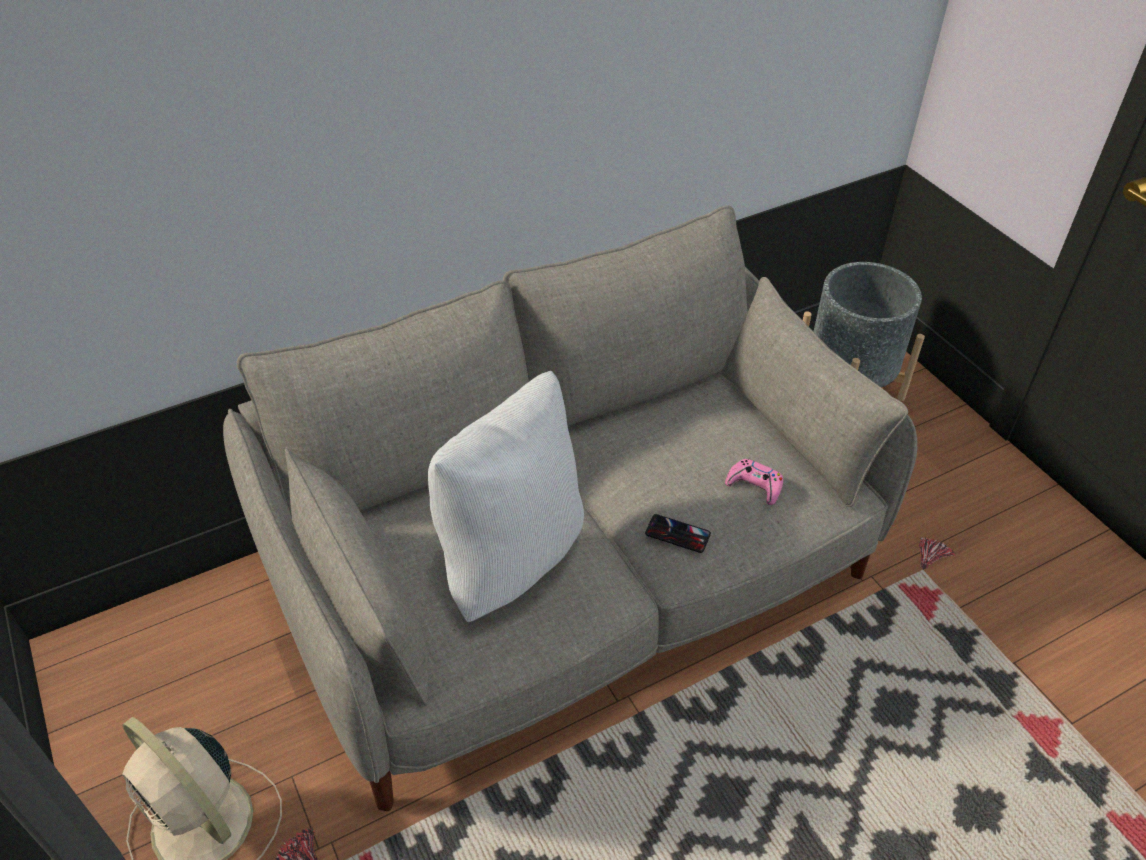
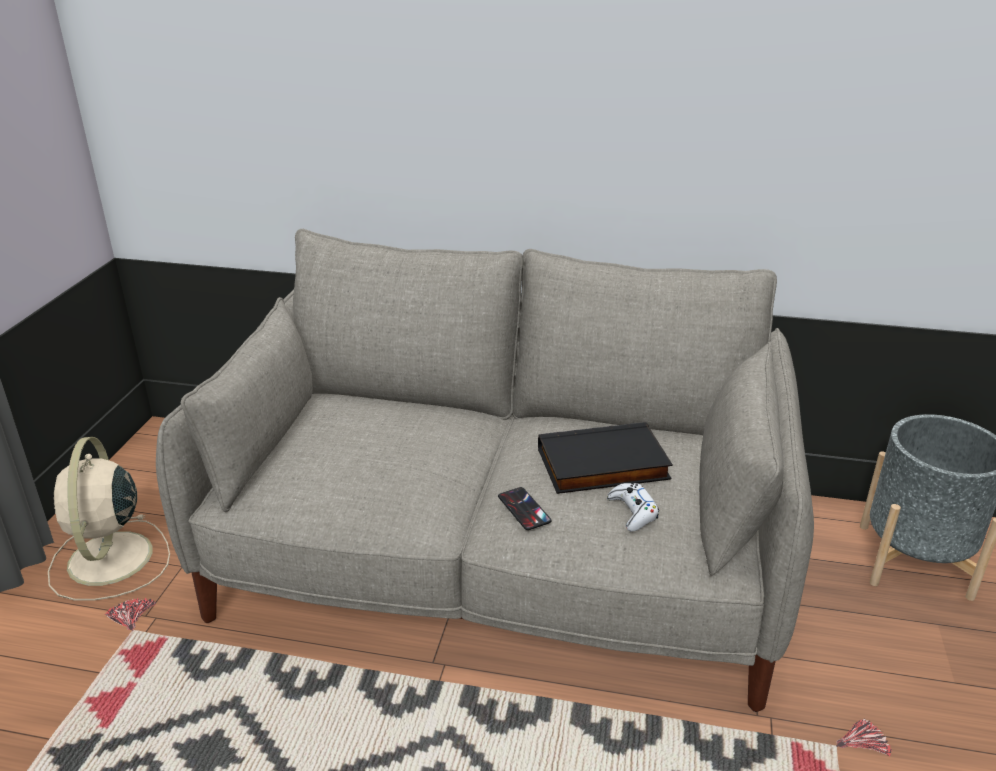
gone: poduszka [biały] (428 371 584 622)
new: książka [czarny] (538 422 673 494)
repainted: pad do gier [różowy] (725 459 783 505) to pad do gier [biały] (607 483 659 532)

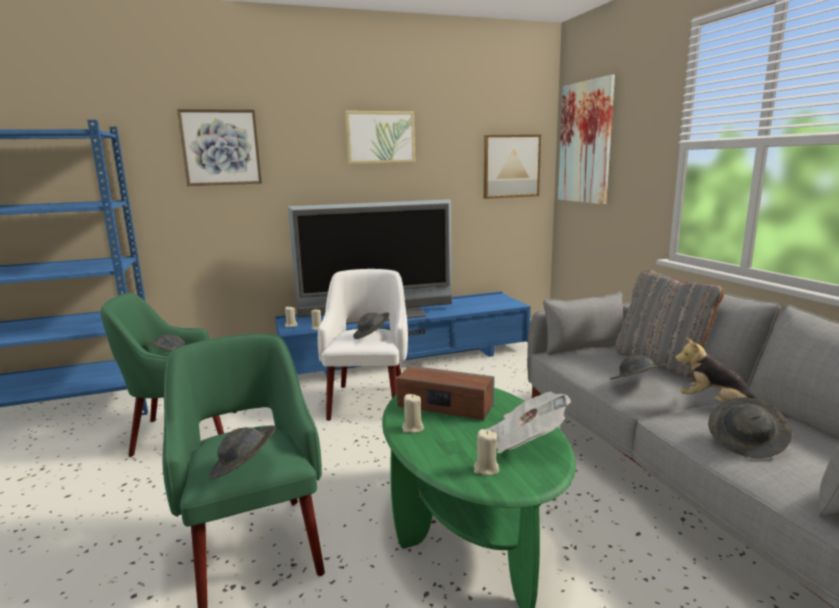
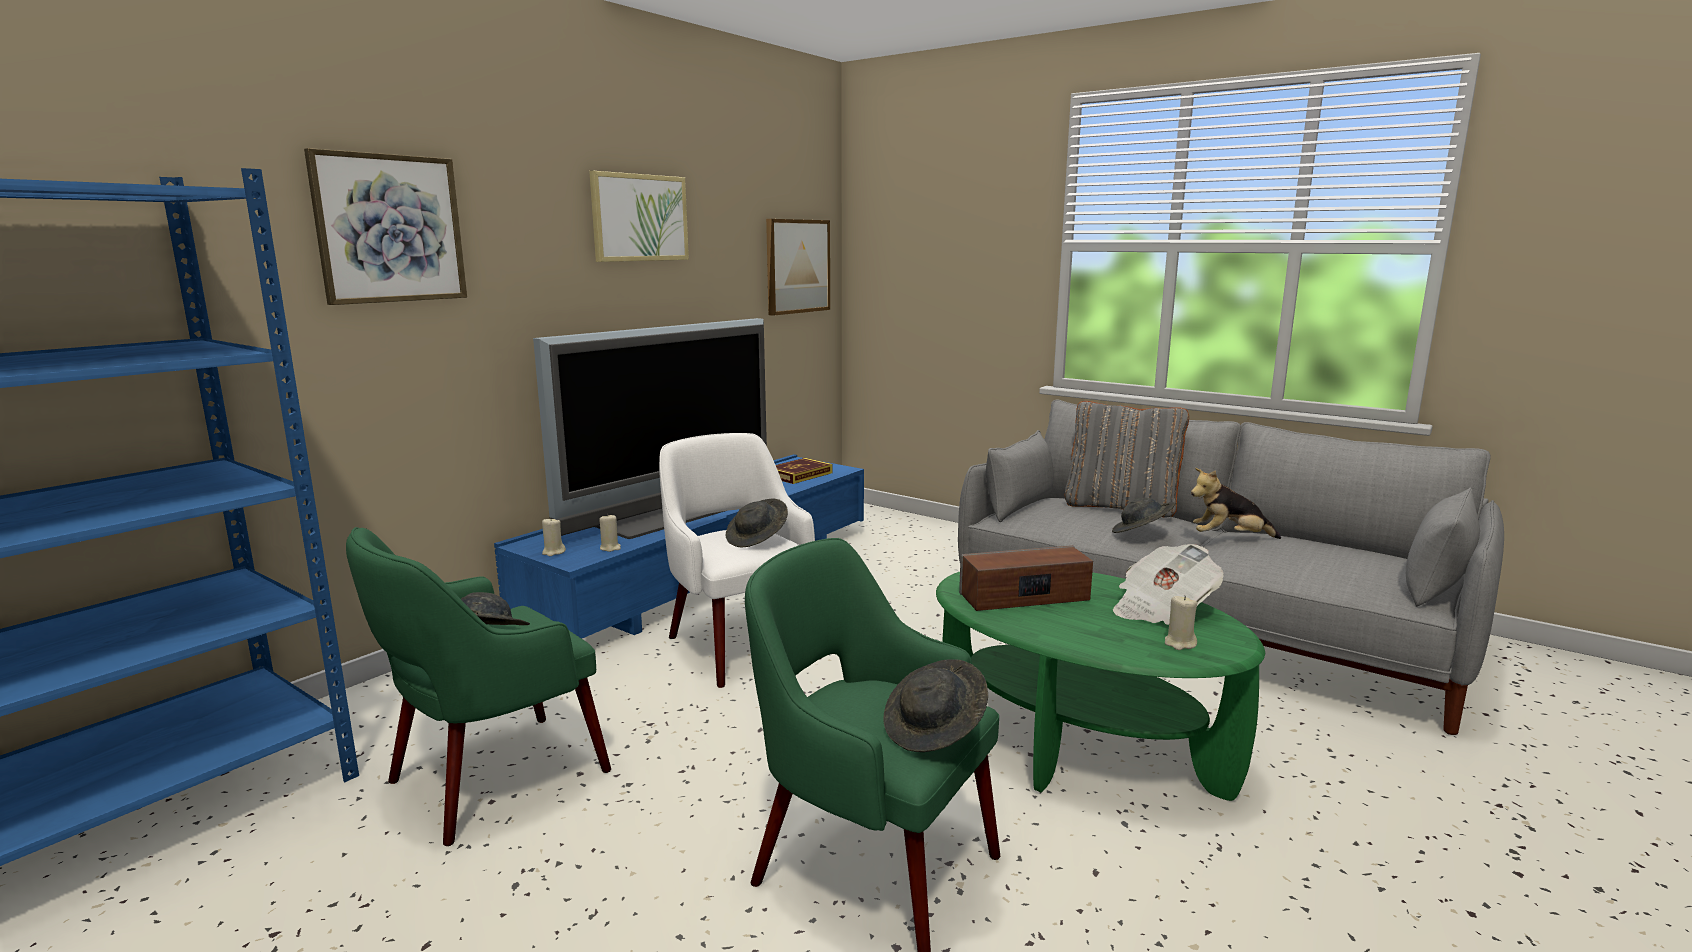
gone: obraz (558 75 615 204); świeca [beżowy] (402 394 424 433); kapelusz [szary] (708 397 793 458)
new: książka (776 458 833 484)

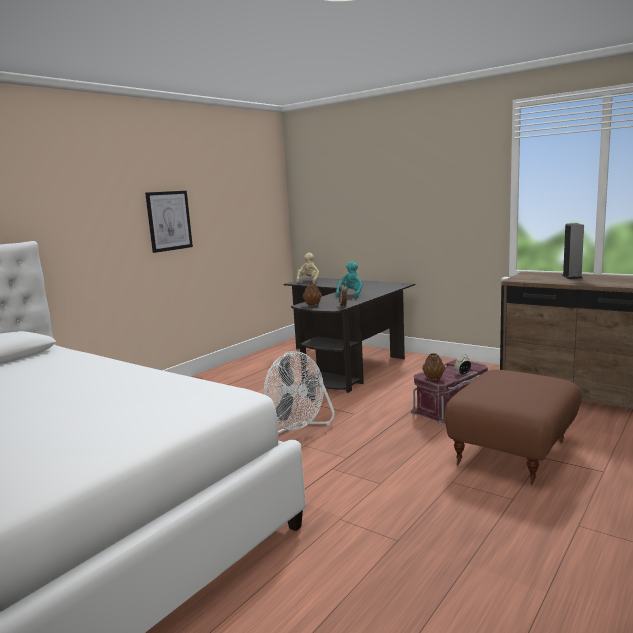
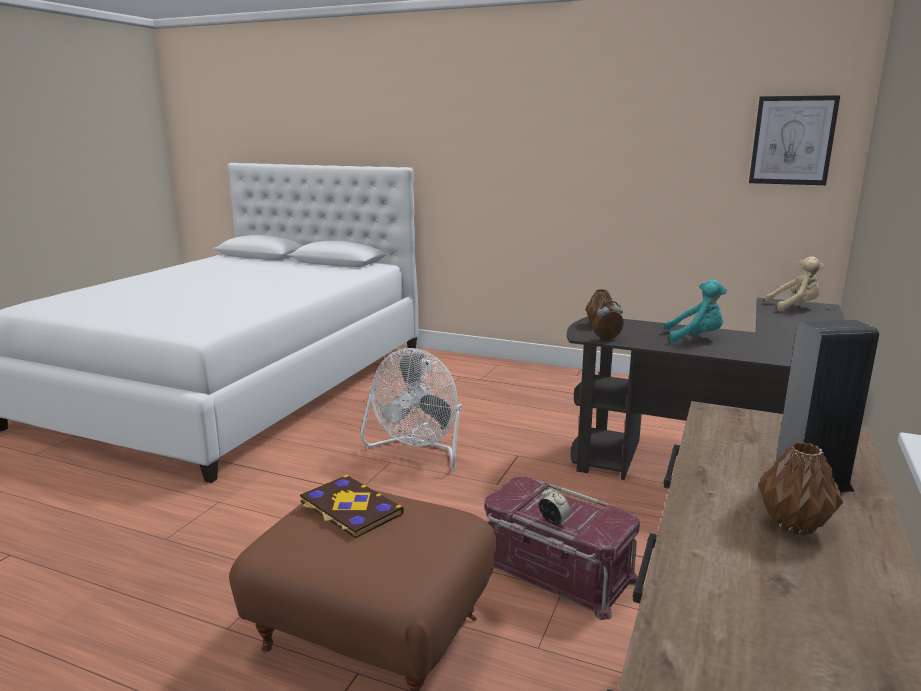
new: książka (300 474 404 538)
shifted: obraz (145 191 193 253) to (749 95 840 185); wazon [brązowy] (422 353 445 381) to (758 442 843 536)

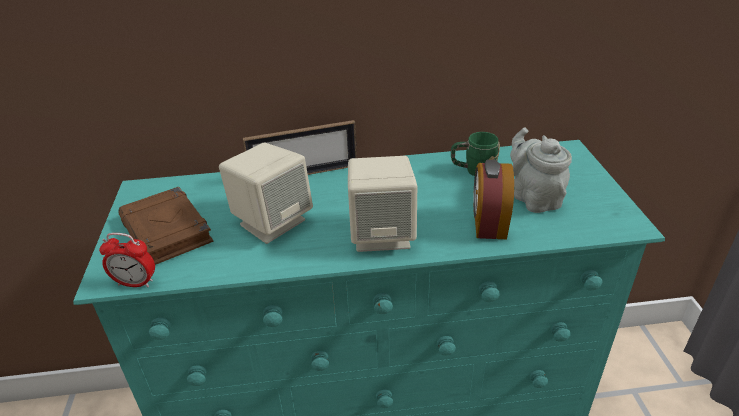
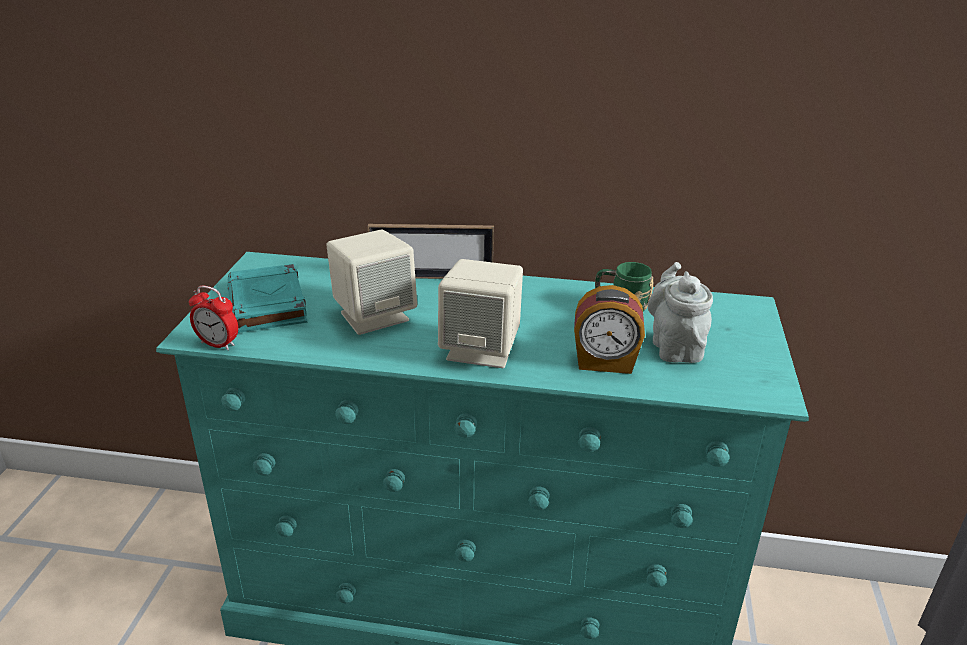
repainted: książka [brązowy] (118 187 214 265) to książka [turkusowy] (227 264 307 333)
rotated: budzik (473 160 514 239) = (574 285 645 374) 105 degrees counterclockwise

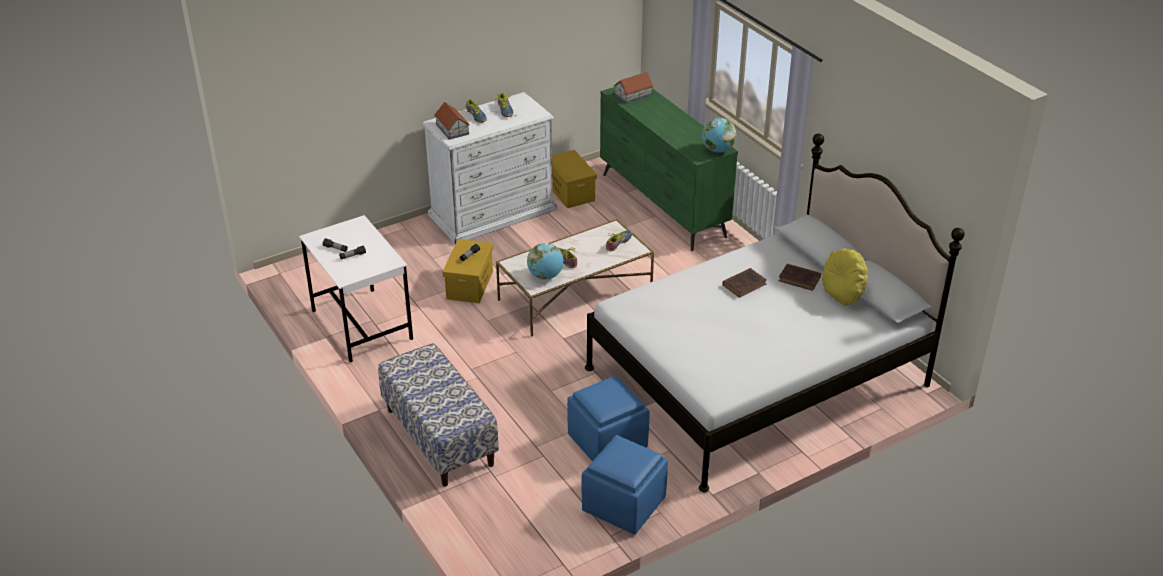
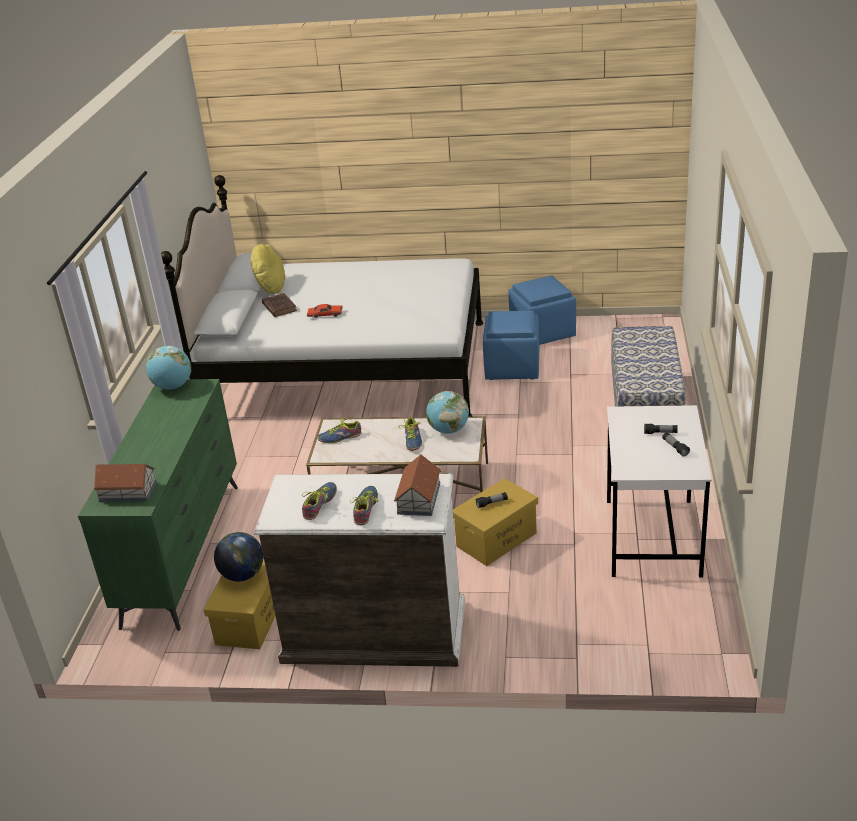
new: globus (214 532 263 581)
swapped: książka [brązowy] (722 268 767 298) to samochodzik [czerwony] (307 304 343 318)

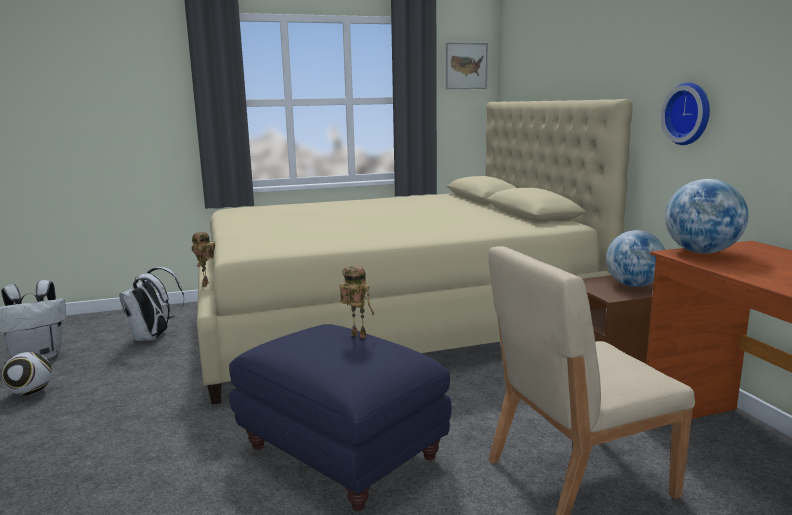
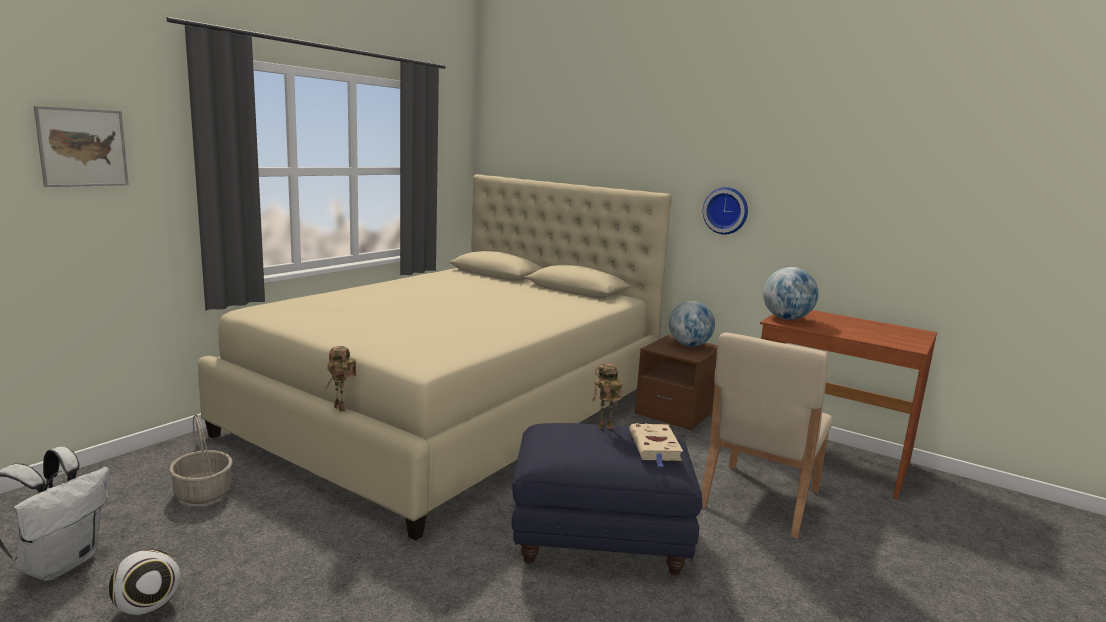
new: książka [beżowy] (629 423 683 467)
shifted: obraz (446 42 488 89) to (34 106 129 187)
swapped: plecak [biały] (119 267 185 341) to koszyk (169 413 232 504)

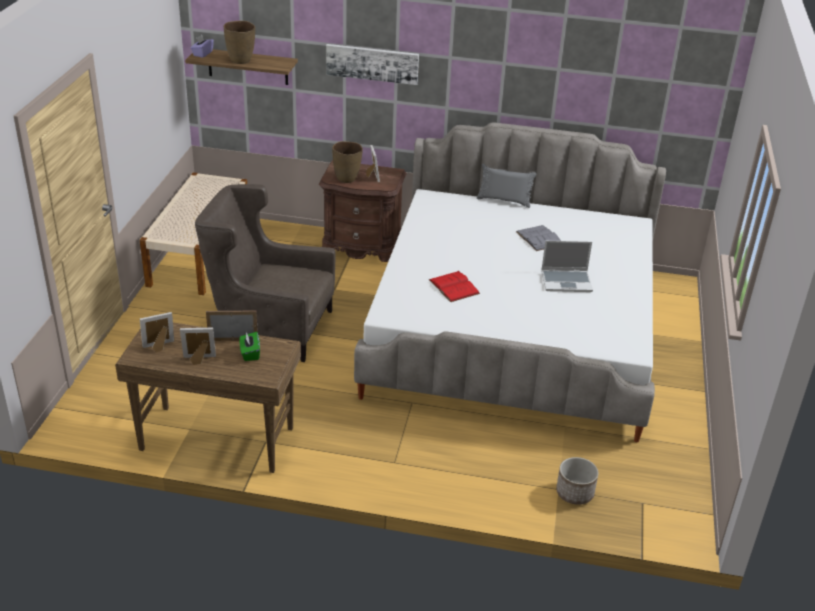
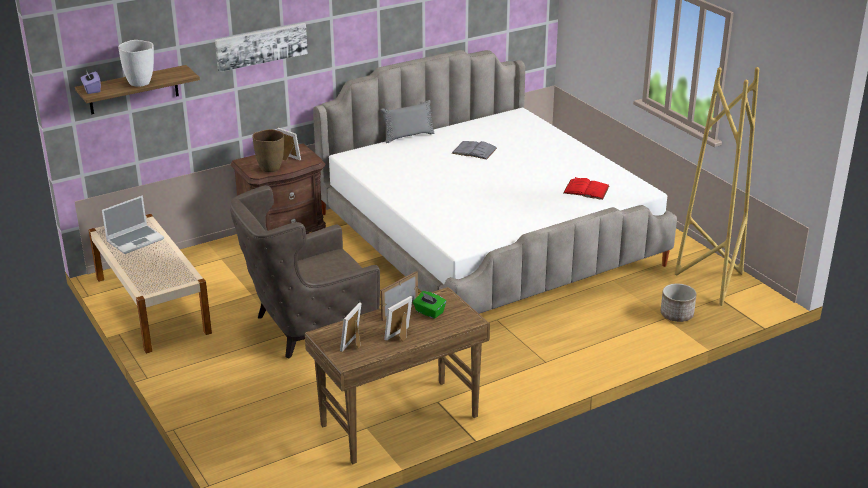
new: wieszak [żółty] (675 67 759 306)
shifted: laptop (541 241 593 292) to (102 195 164 254); książka [czerwony] (429 271 480 302) to (563 177 609 200)
repainted: wazon [brązowy] (224 21 255 64) to wazon [biały] (118 40 154 87)

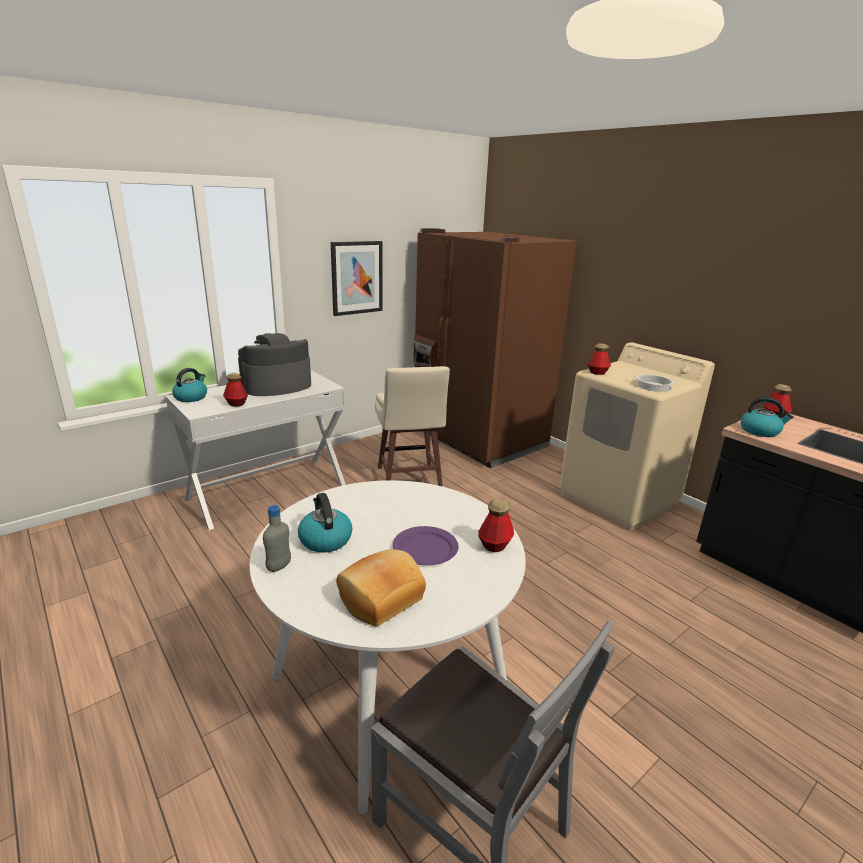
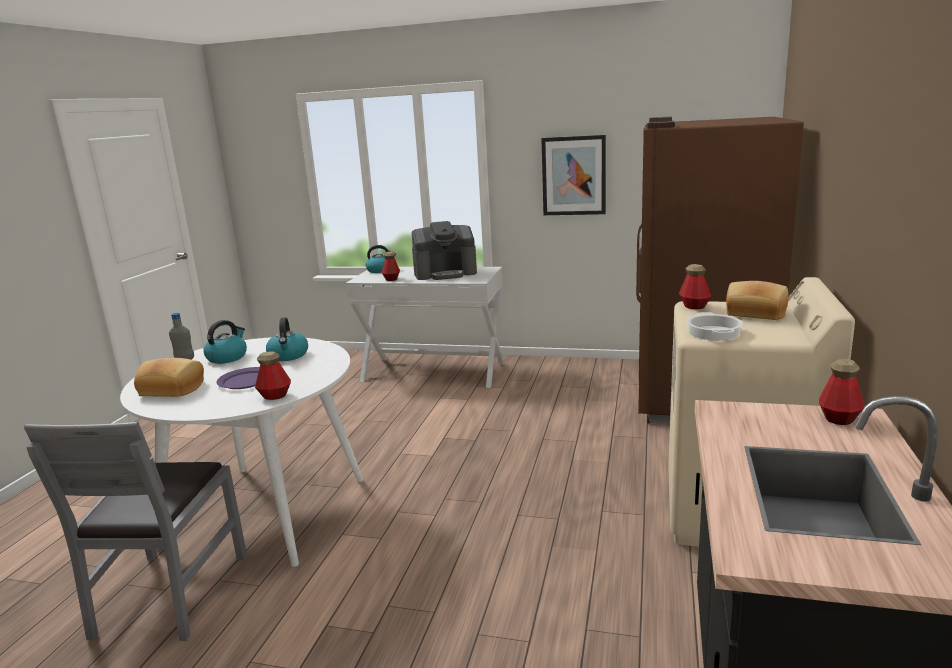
gone: stołek [beżowy] (375 366 450 487)
new: chleb (726 281 788 320)
shifted: czajnik (741 397 794 437) to (266 317 308 361)
rotated: ekspres do kawy (238 333 311 396) = (412 221 477 280) 150 degrees clockwise

